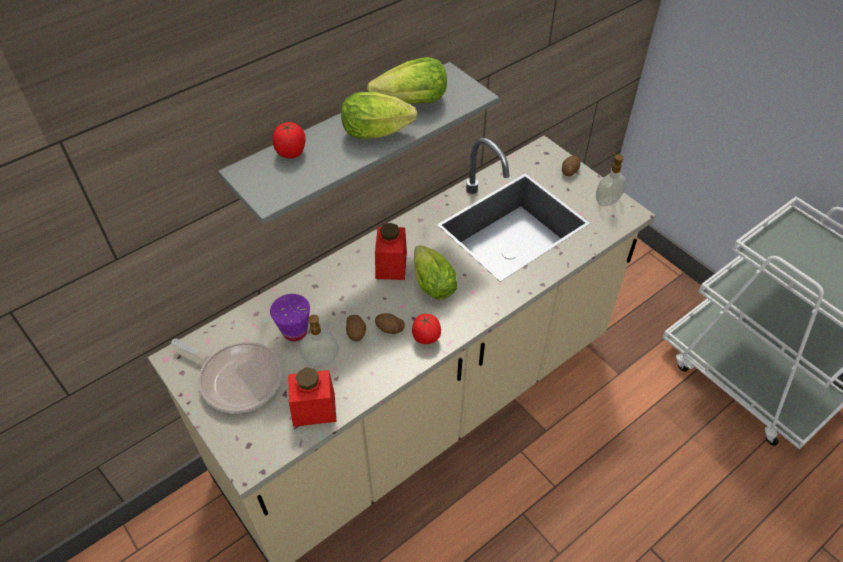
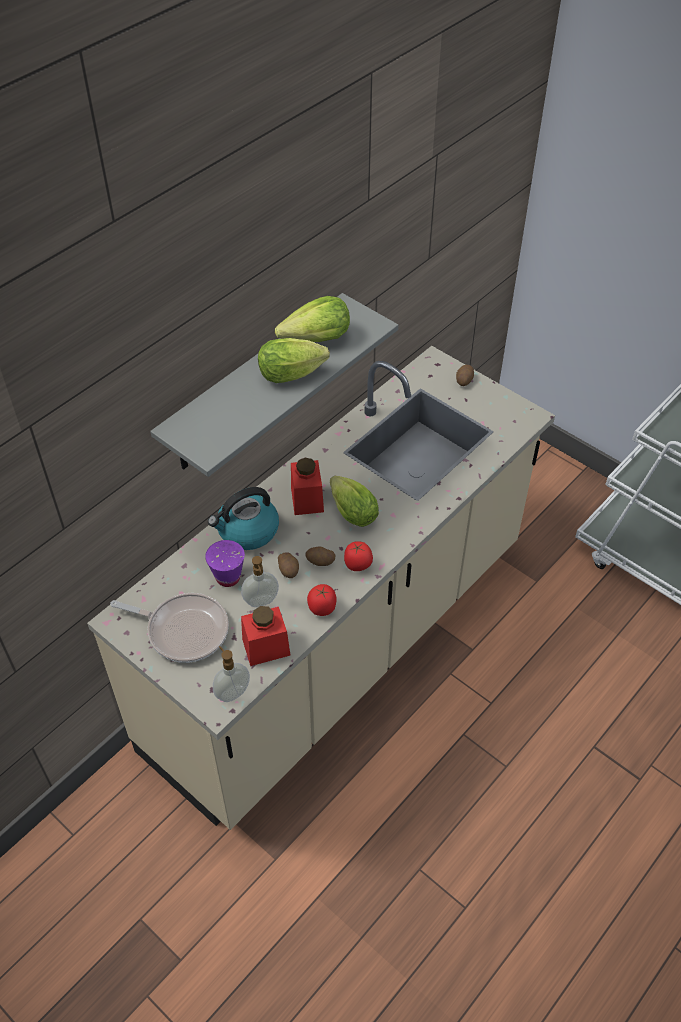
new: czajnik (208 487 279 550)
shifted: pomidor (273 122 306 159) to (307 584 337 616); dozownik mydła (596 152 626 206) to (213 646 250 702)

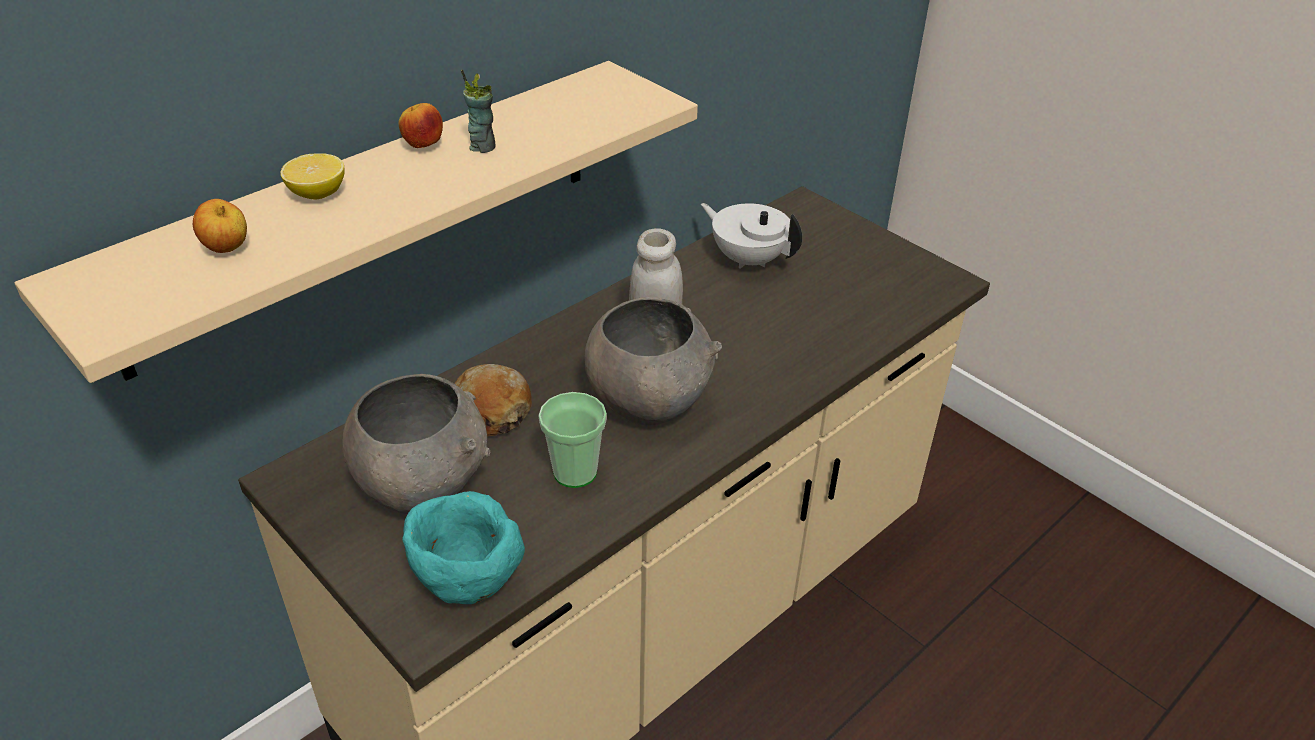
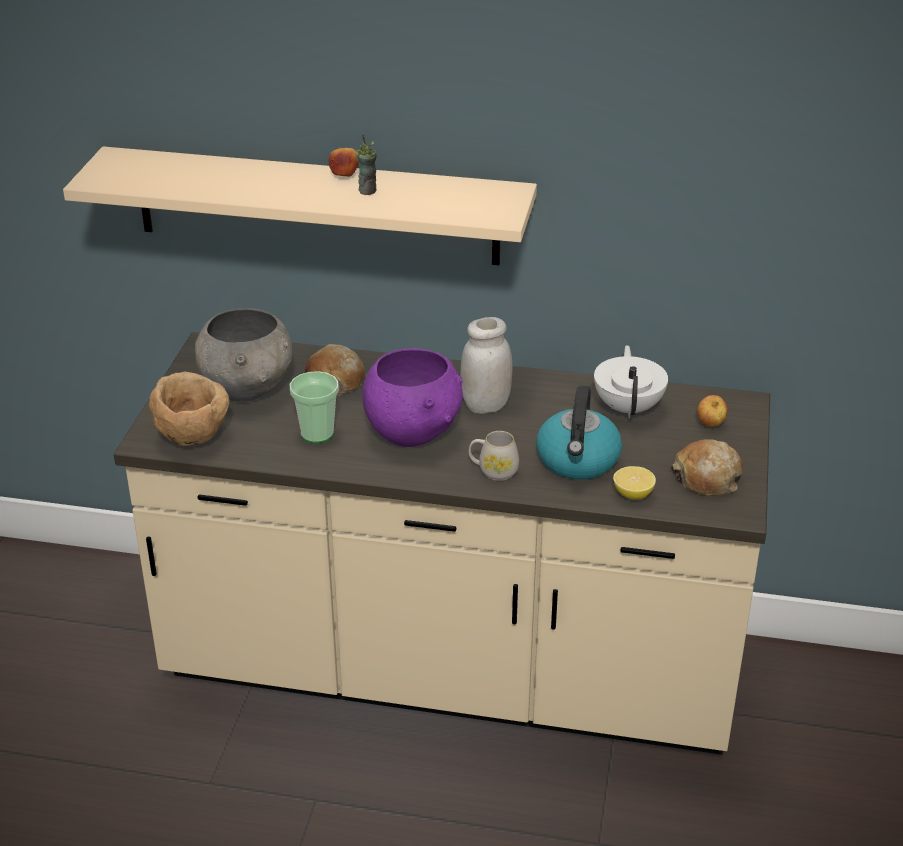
new: czajnik (536 385 622 479); kubek [biały] (469 431 519 481); chleb (671 439 743 496)
shifted: cytryna (281 153 344 199) to (613 466 656 500); jabłko (193 199 247 253) to (697 395 728 427)
repainted: miska [szary] (584 297 722 426) to miska [fioletowy] (362 348 463 447); miska [turkusowy] (402 491 525 604) to miska [brązowy] (149 371 230 446)

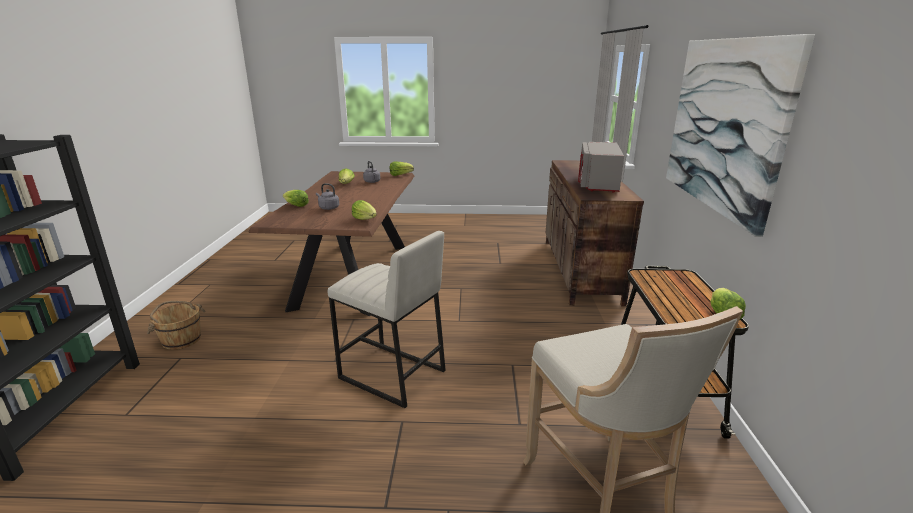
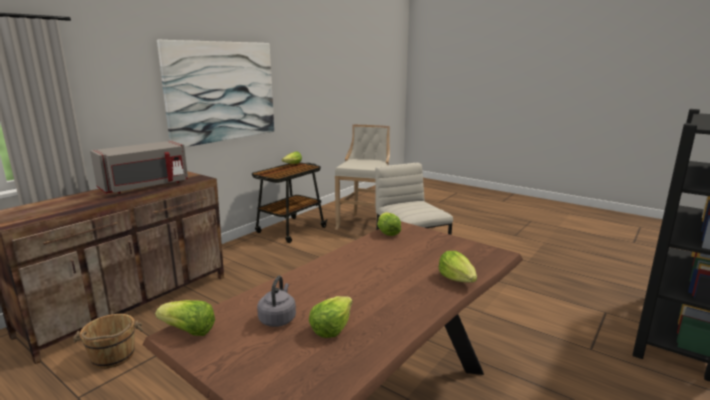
gone: czajnik [szary] (316 183 339 210)
shifted: wiadro [brązowy] (147 301 206 350) to (73 314 143 369)

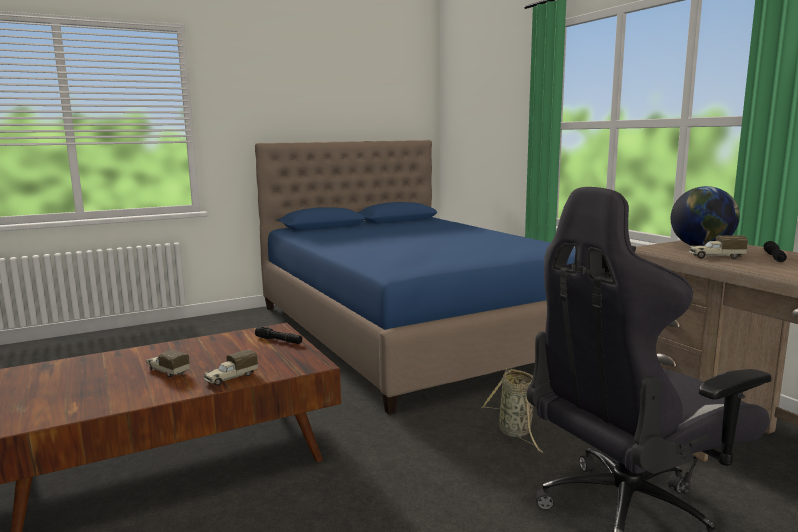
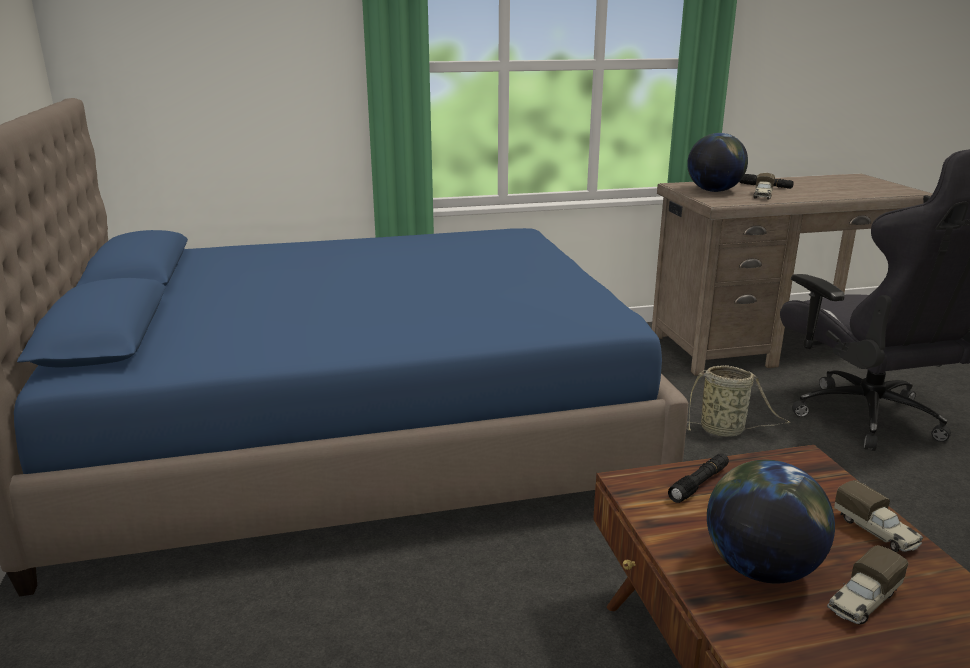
new: globus (707 460 835 584)

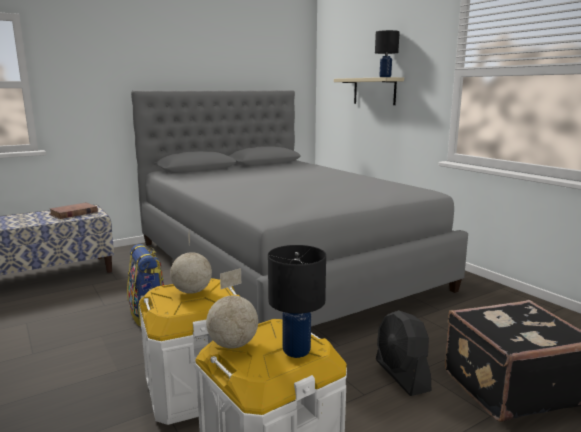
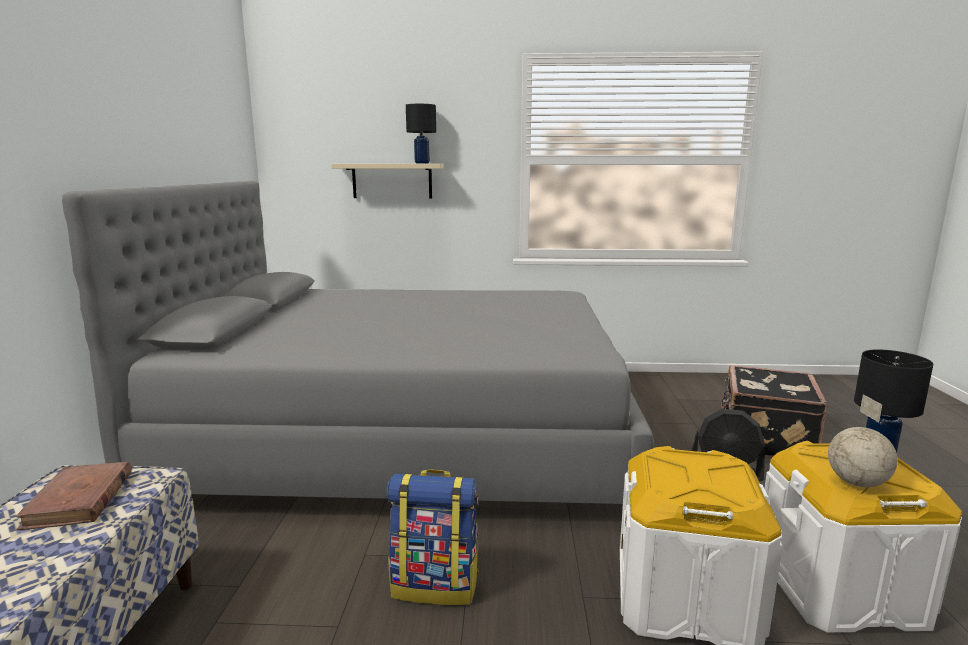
gone: globus (170 231 212 294)

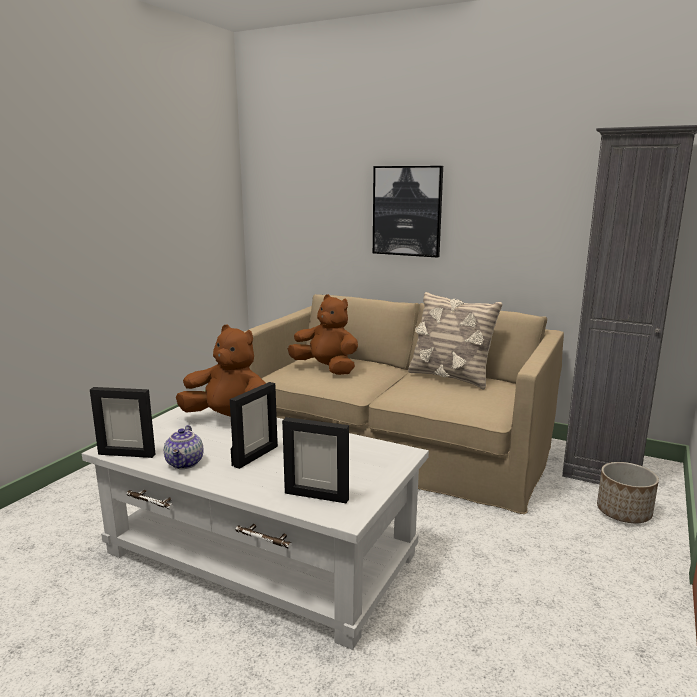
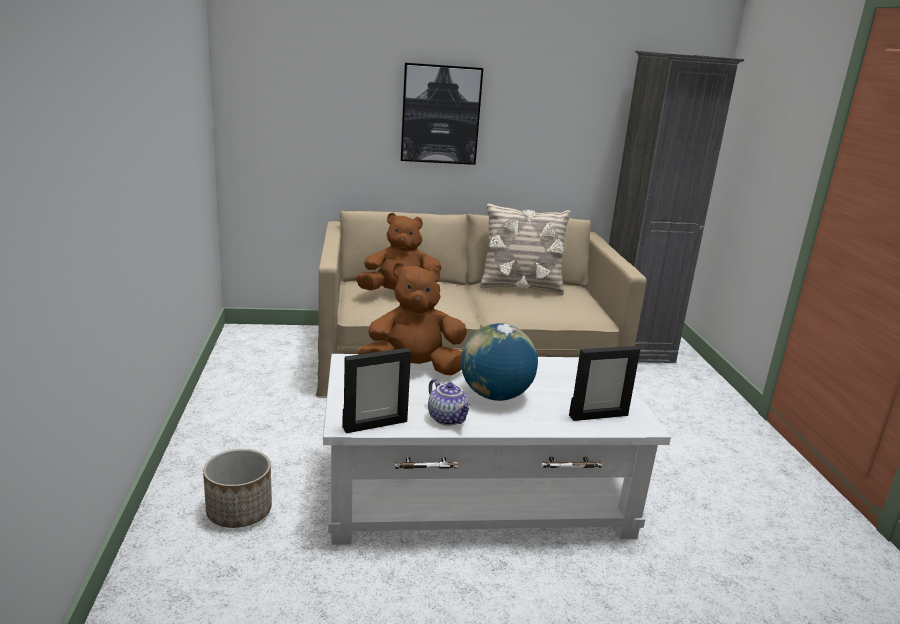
shifted: donica (597 462 659 523) to (203 449 272 528)
swapped: ramka na zdjęcie (230 382 278 469) to globus (461 323 538 401)

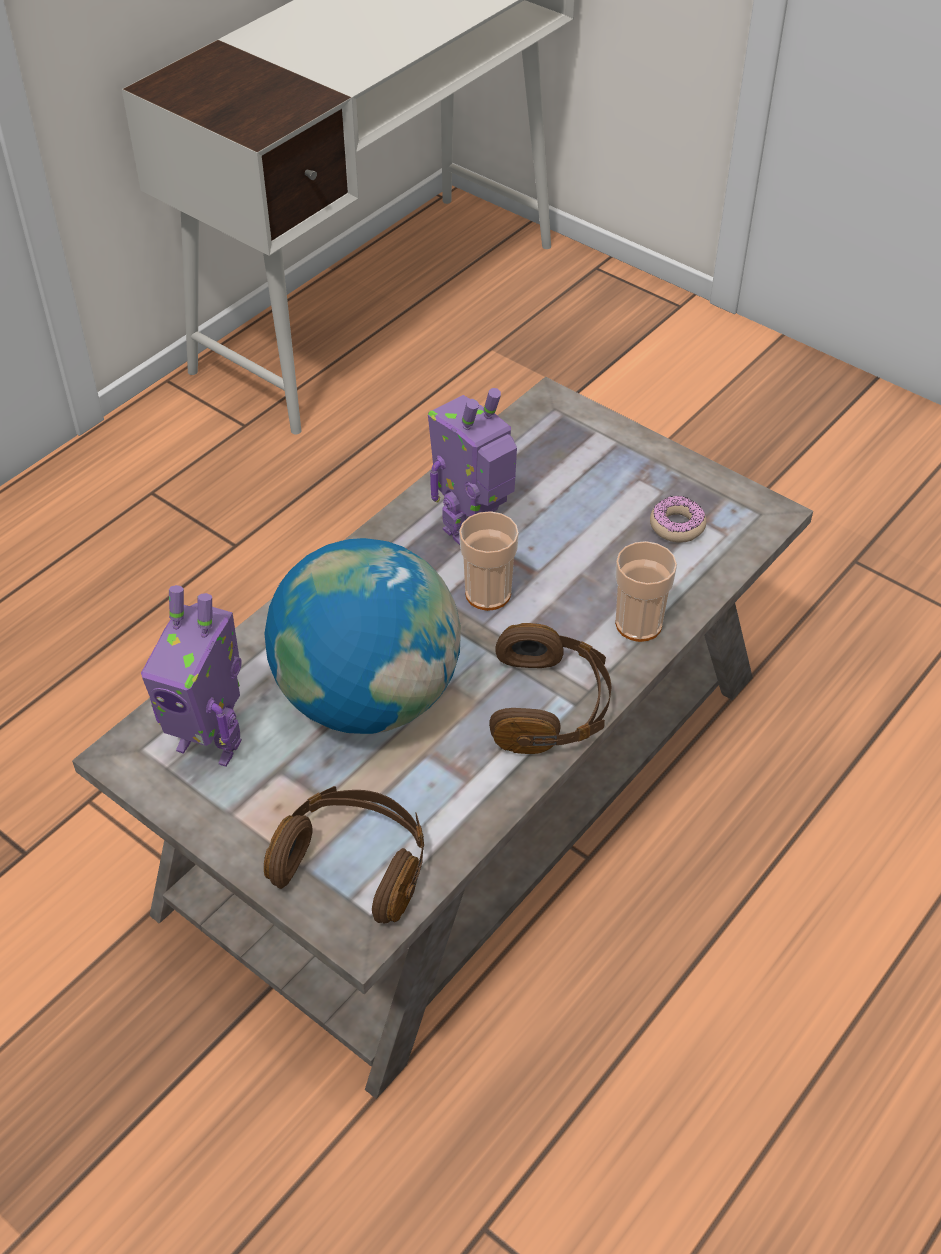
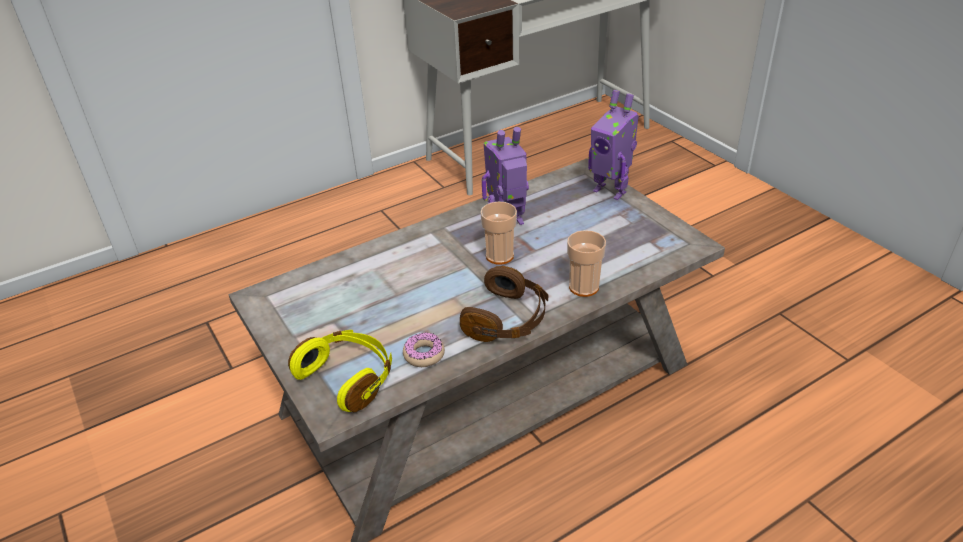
gone: globus (264 538 461 734)
shifted: donut (650 496 706 543) to (403 332 445 367); robot zabawkowy (141 585 242 767) to (588 90 639 200)
repainted: słuchawki [brązowy] (264 786 424 924) to słuchawki [żółty] (288 330 392 412)

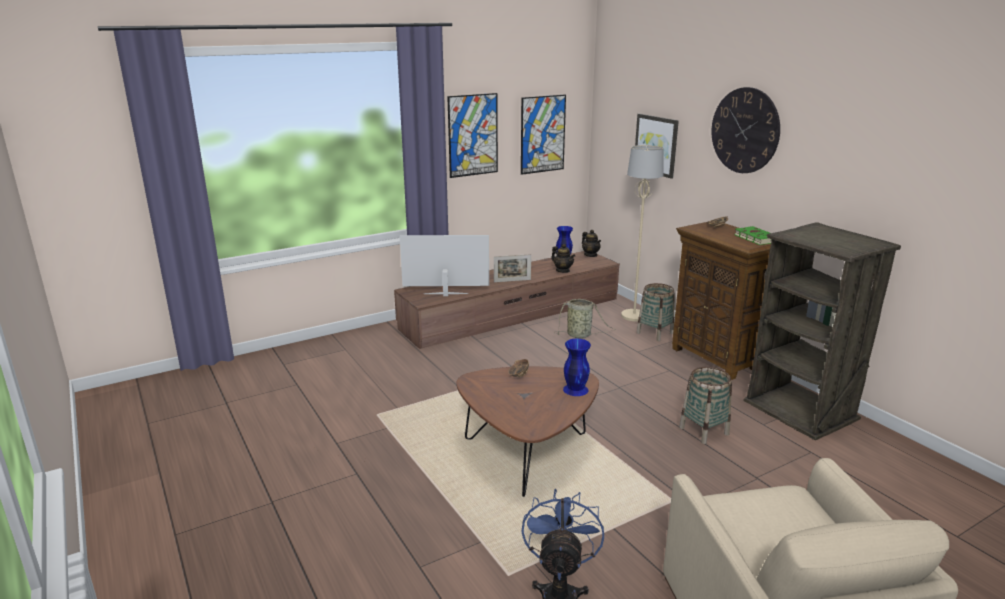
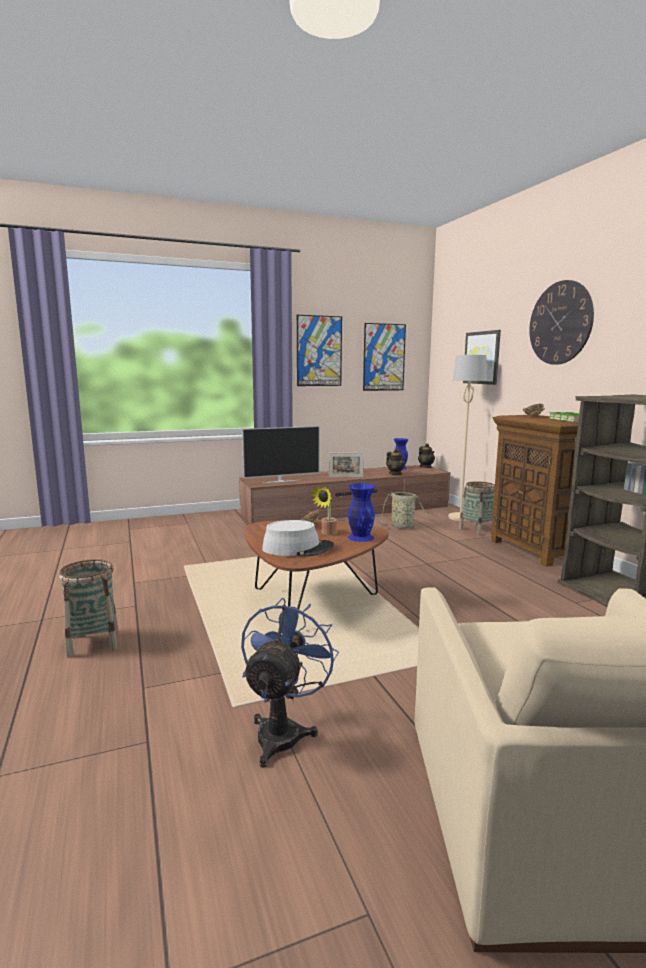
new: roślina doniczkowa (311 485 337 535); kapelusz [szary] (262 520 334 556)
shifted: koszyk (679 367 732 444) to (59 559 118 658)
rotated: telewizor (400 235 489 296) = (242 426 320 483) 150 degrees clockwise

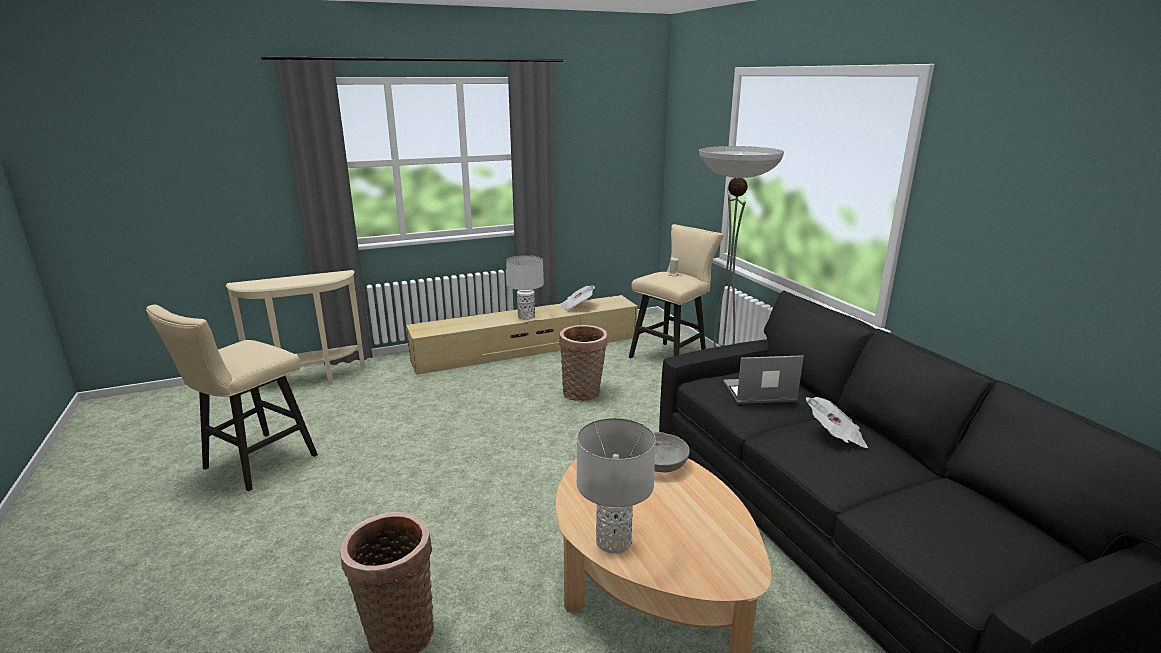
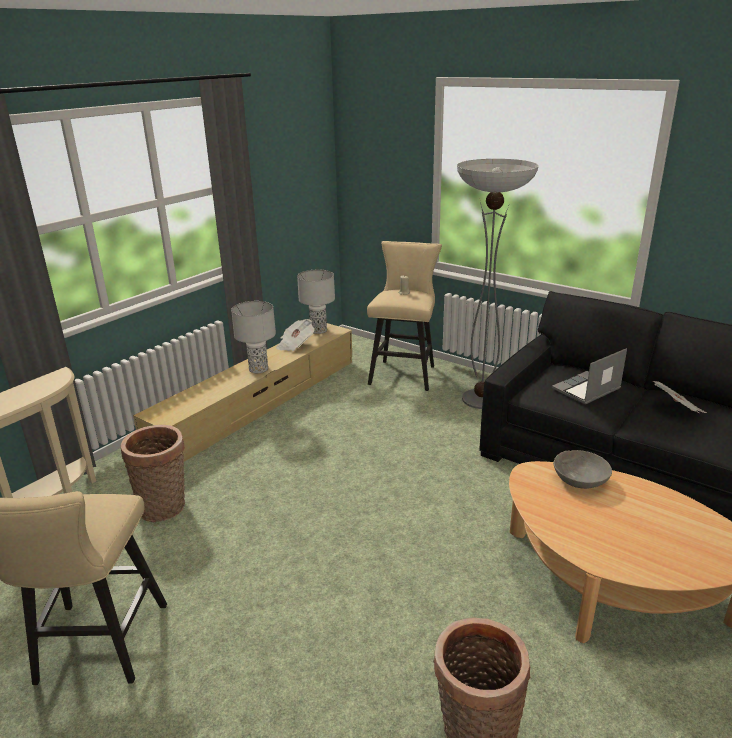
shifted: koszyk (559 325 607 401) to (121 425 185 522); lampa stołowa [biały] (577 418 656 554) to (297 270 335 334)

